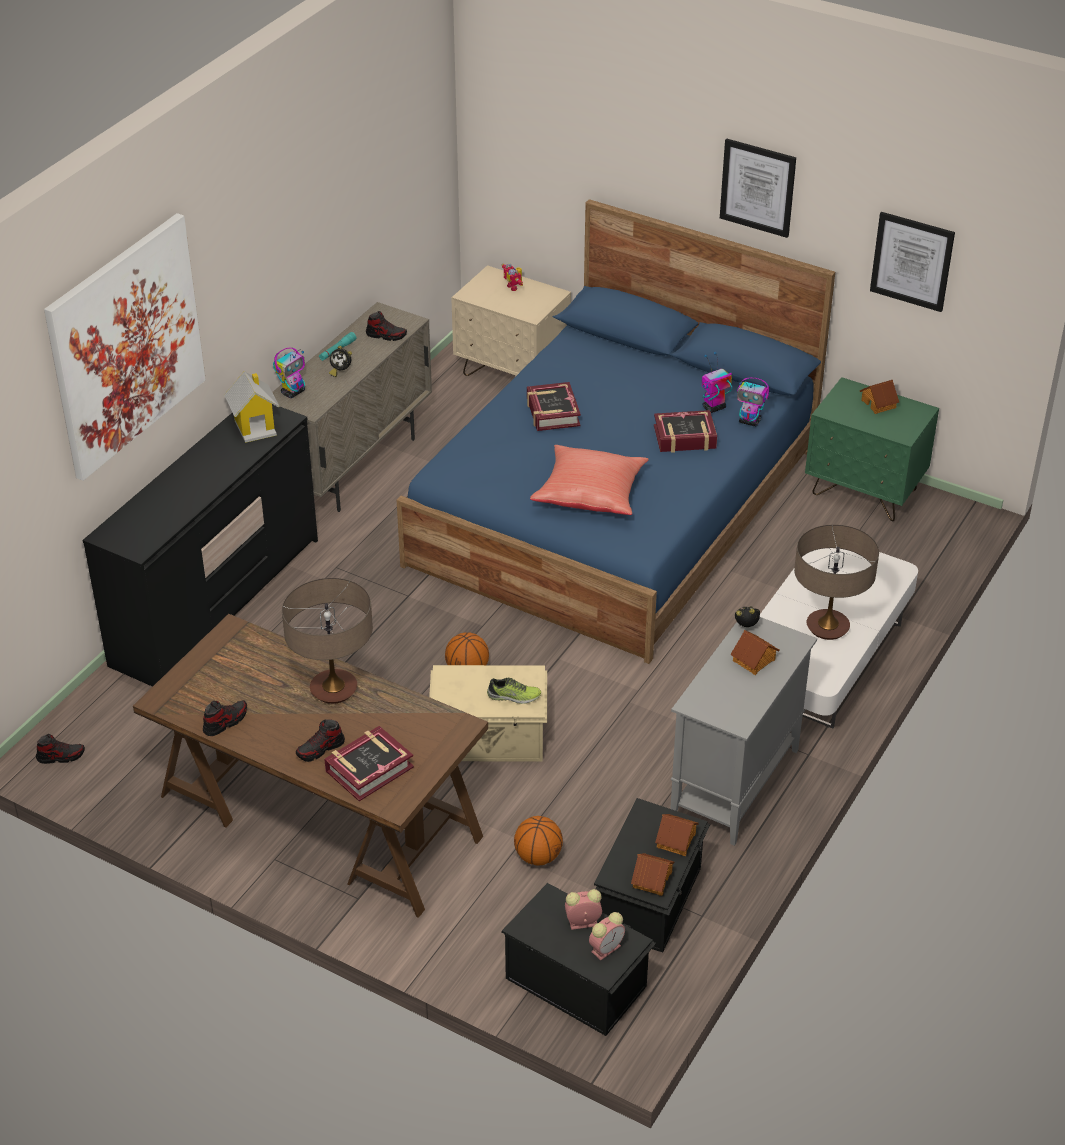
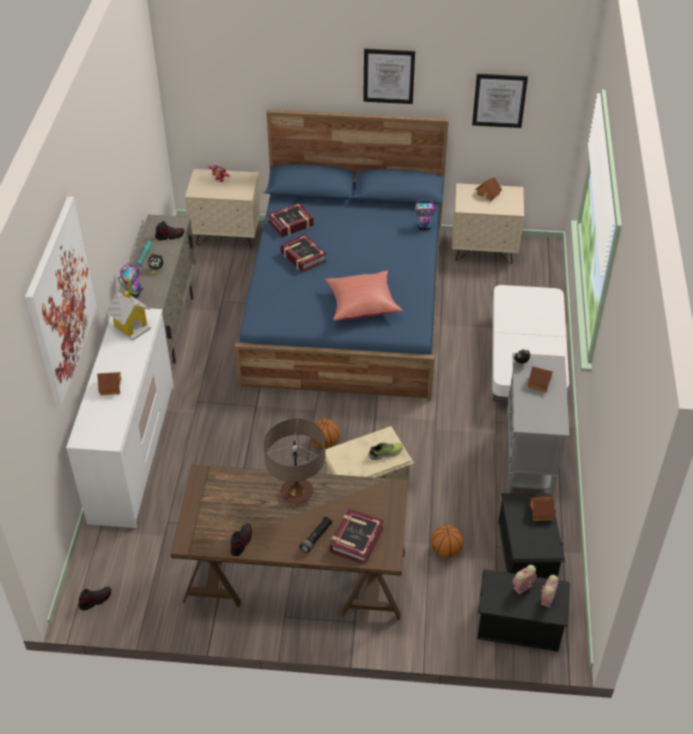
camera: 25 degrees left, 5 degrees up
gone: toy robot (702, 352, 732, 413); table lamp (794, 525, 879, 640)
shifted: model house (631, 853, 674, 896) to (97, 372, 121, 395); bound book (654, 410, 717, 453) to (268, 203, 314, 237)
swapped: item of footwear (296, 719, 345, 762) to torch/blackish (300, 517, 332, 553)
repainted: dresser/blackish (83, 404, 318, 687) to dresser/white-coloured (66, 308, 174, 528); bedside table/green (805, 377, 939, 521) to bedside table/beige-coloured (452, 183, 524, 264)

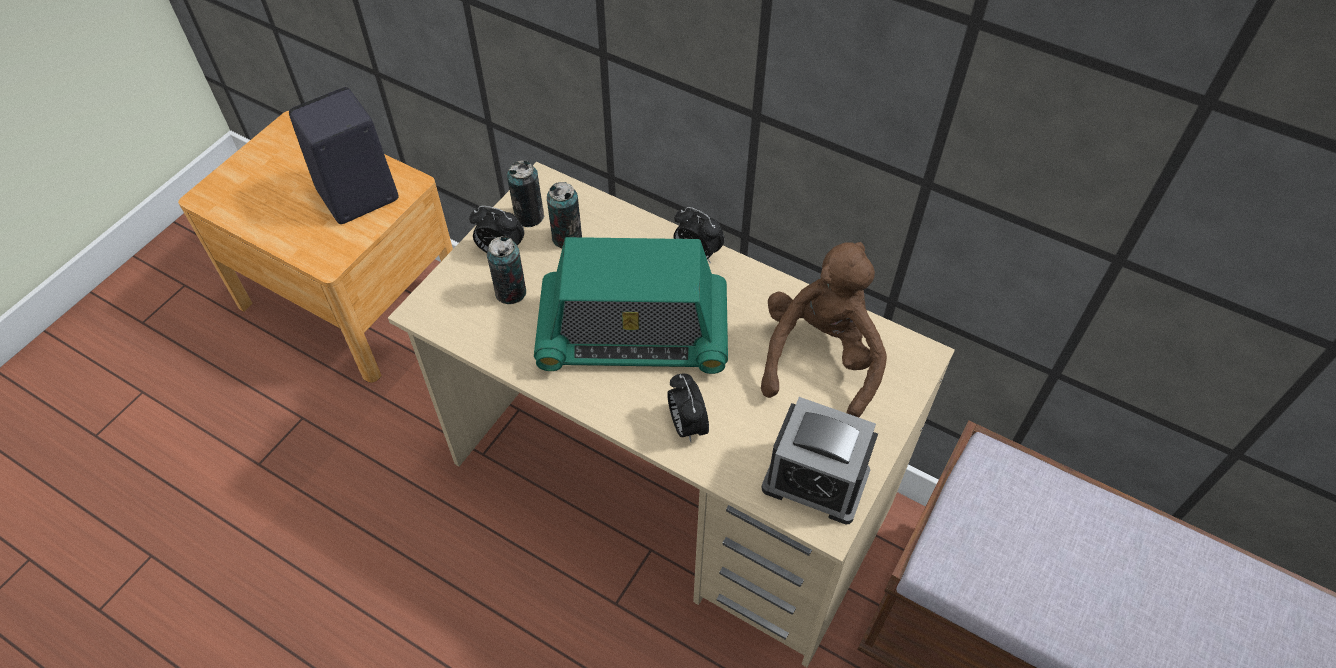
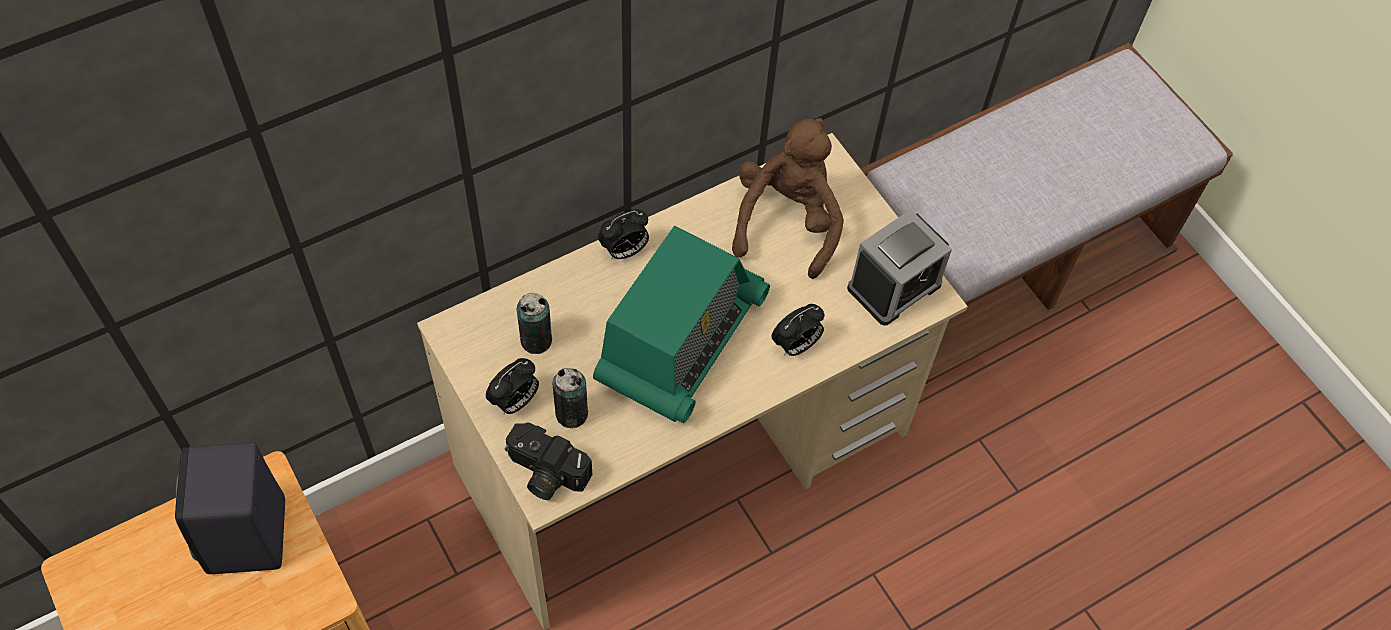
camera: 65 degrees left, 5 degrees up
gone: metal can (507, 160, 544, 227)
new: photo camera (505, 422, 592, 500)
rotated: bedside clock (667, 374, 709, 442) = (772, 304, 824, 356) 45 degrees counterclockwise; soft toy/brown (761, 242, 887, 417) = (732, 118, 844, 279) 60 degrees clockwise

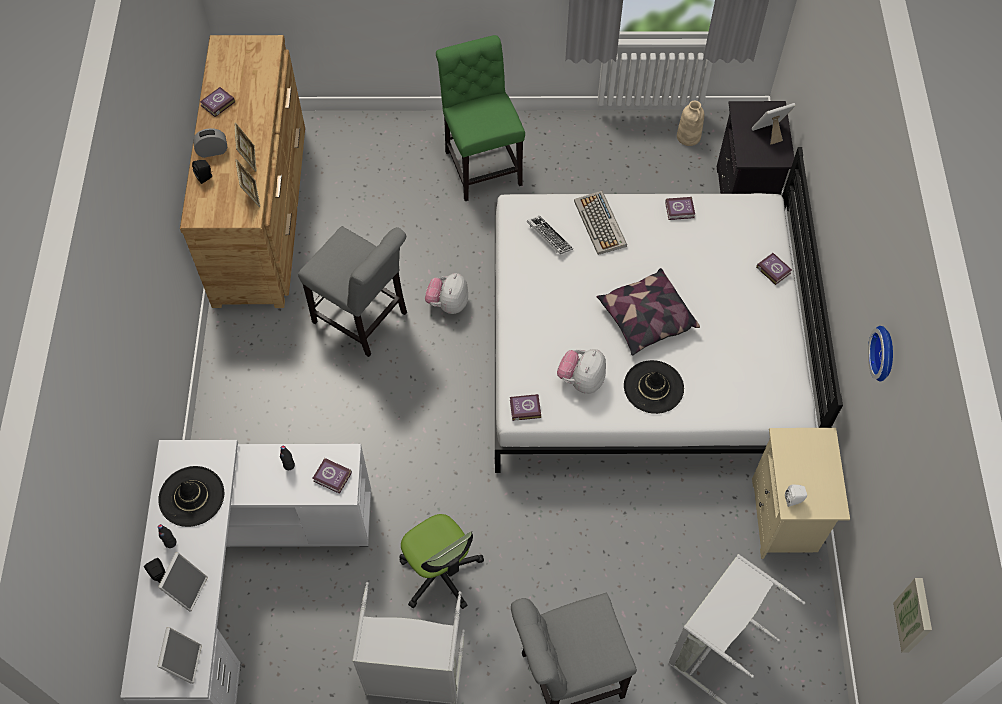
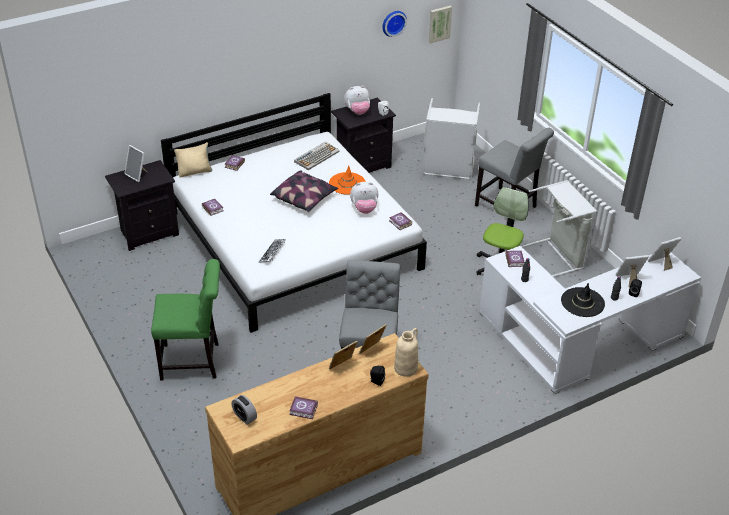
camera: 120 degrees left, 20 degrees down
new: throw pillow/beige-coloured (174, 142, 212, 178)
shifted: bedside clock (193, 128, 227, 158) to (231, 395, 257, 425); soft toy (425, 273, 468, 314) to (344, 86, 370, 115); computer keyboard (574, 191, 627, 255) to (294, 142, 340, 170); vase/beige-coloured (677, 101, 704, 146) to (394, 328, 418, 377); clock on the wall (868, 326, 893, 382) to (383, 11, 407, 37)
repainted: hat/blackish (624, 360, 684, 414) to hat/orange-coloured (329, 166, 366, 195); bedside table/beige-coloured (752, 428, 850, 559) to bedside table/blackish (331, 97, 396, 173)
rotated: chair/green (436, 35, 525, 201) = (151, 259, 220, 381) 135 degrees counterclockwise

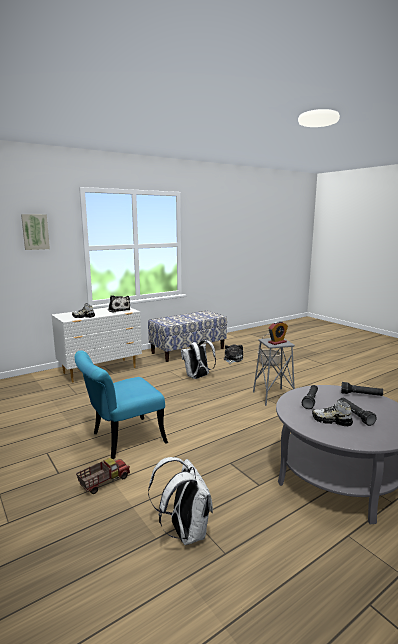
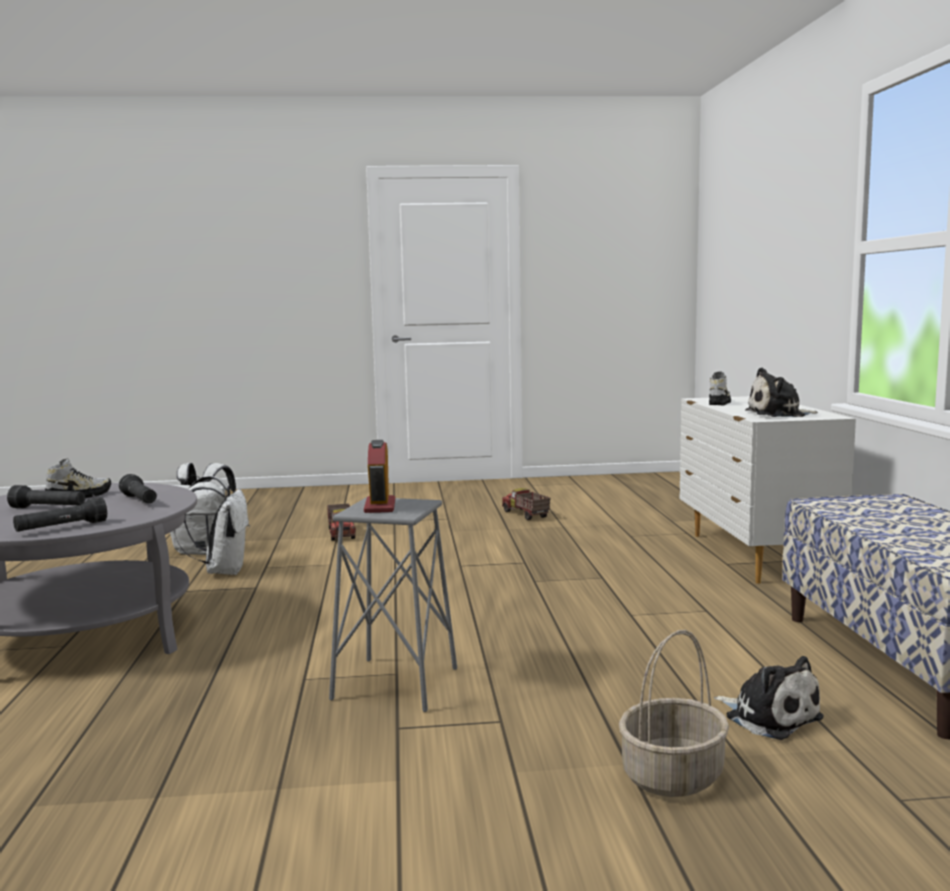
camera: 120 degrees right, 5 degrees down
gone: picture (21, 214, 50, 250); chair/turquoise-coloured (75, 350, 168, 459)
new: toy lorry (502, 488, 551, 520)
shifted: rucksack/white-coloured (181, 340, 216, 379) to (174, 476, 250, 575)

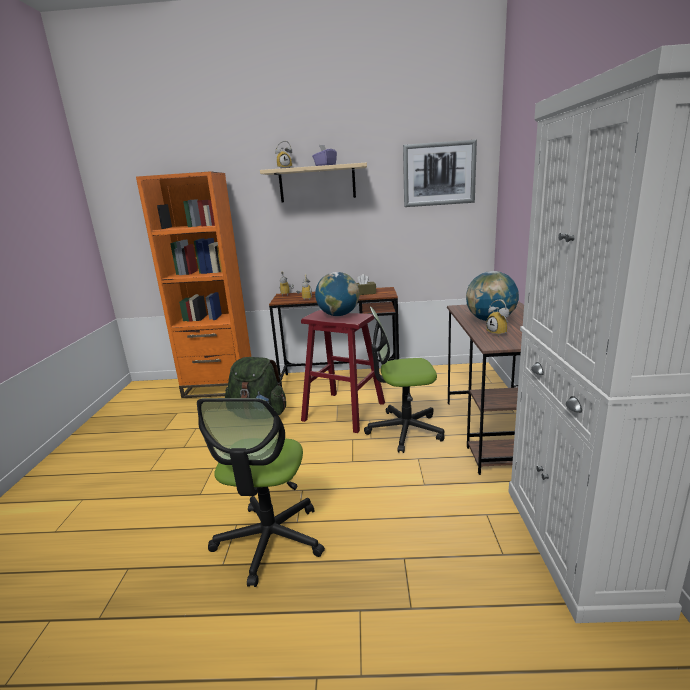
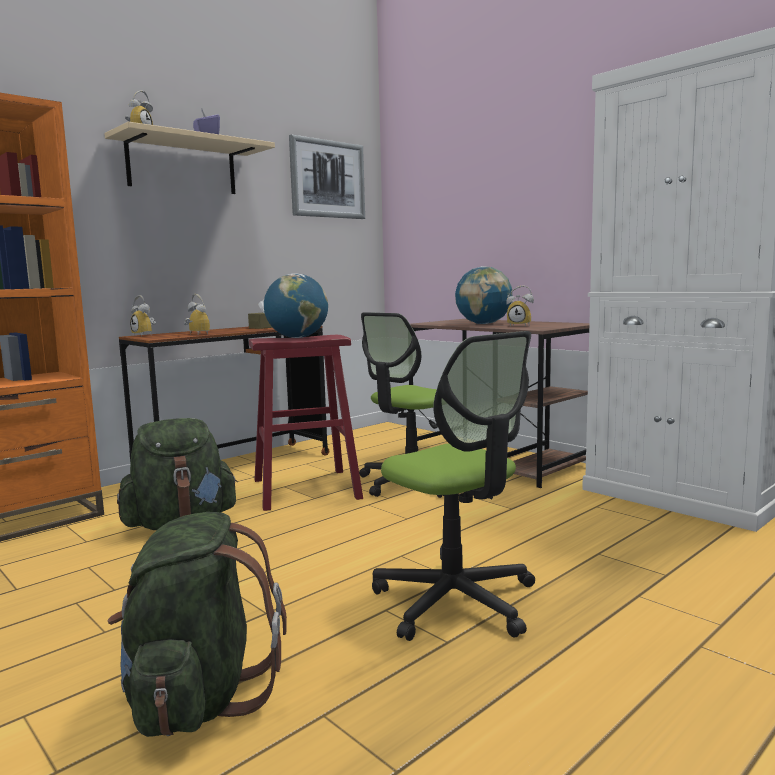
camera: 45 degrees left, 10 degrees down
new: rucksack/green (108, 512, 287, 737)

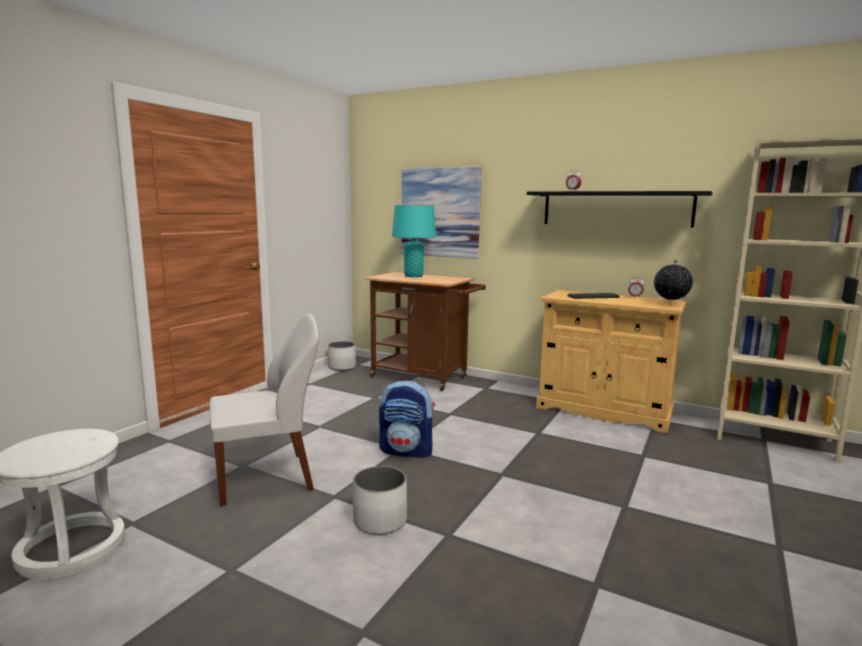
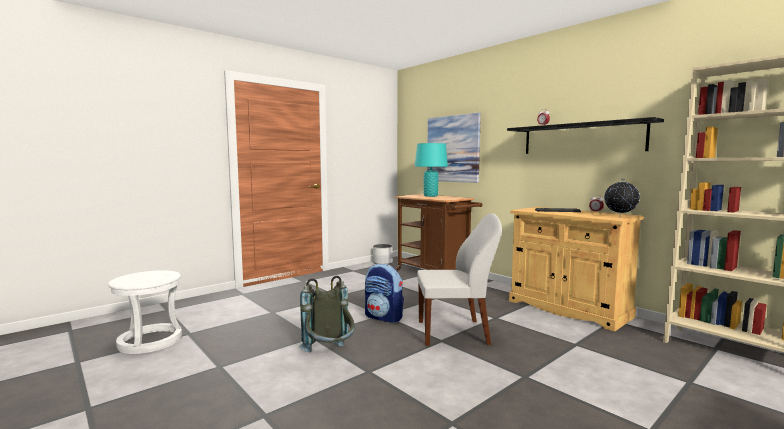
camera: 20 degrees right, 5 degrees down
shifted: chair/white-coloured (209, 314, 319, 506) to (417, 213, 502, 346)
swapped: plant pot/white-coloured (353, 466, 407, 535) to rucksack/greyish (299, 276, 355, 352)

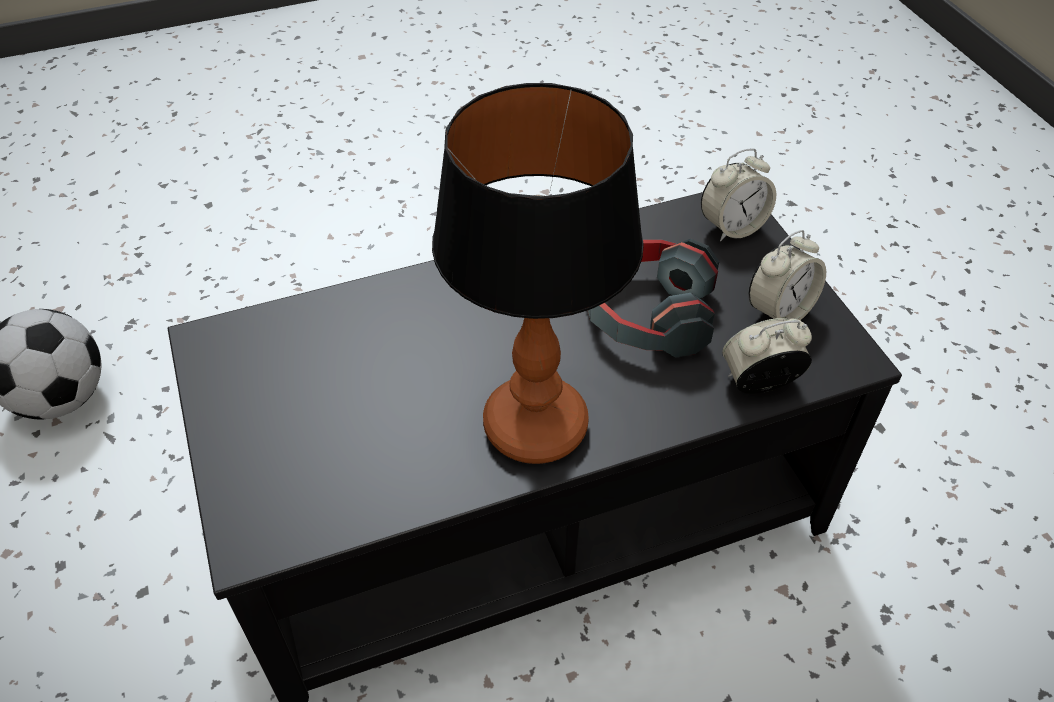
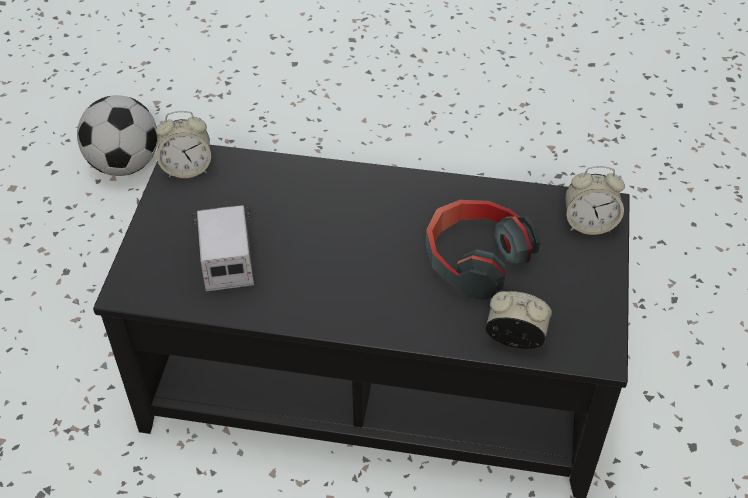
camera: 30 degrees right, 0 degrees up
gone: table lamp (432, 83, 644, 464)
new: toy lorry (192, 205, 254, 291)
shifted: bedside clock (748, 230, 826, 320) to (156, 111, 211, 178)

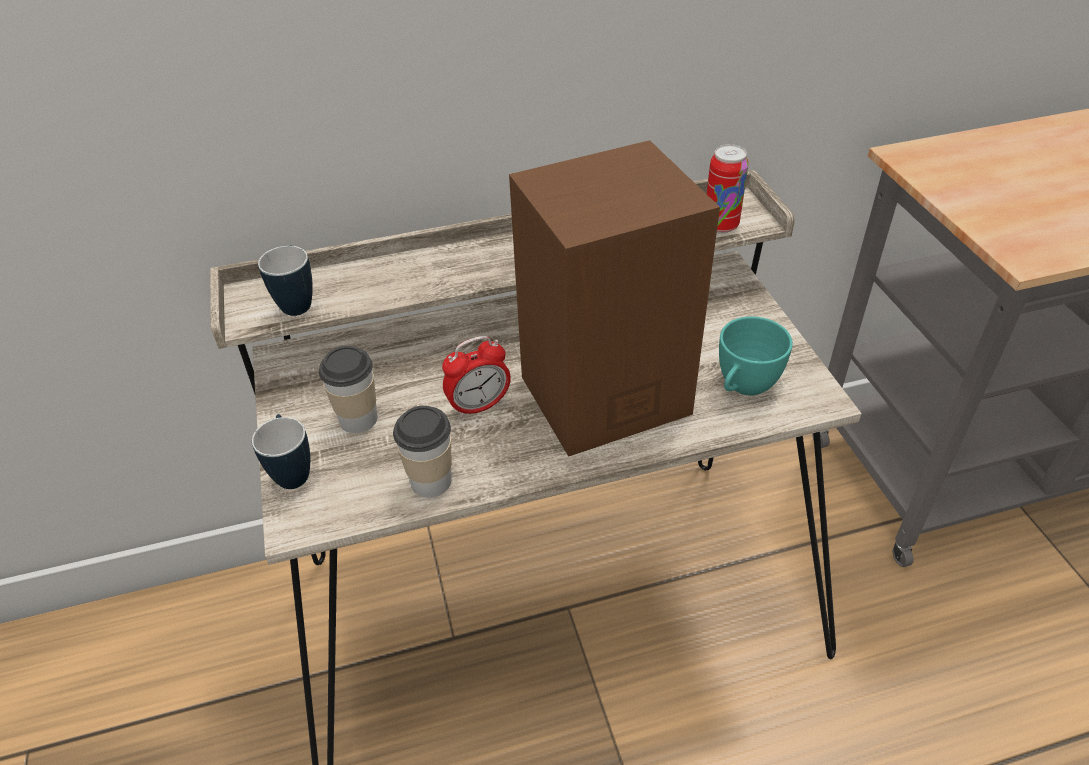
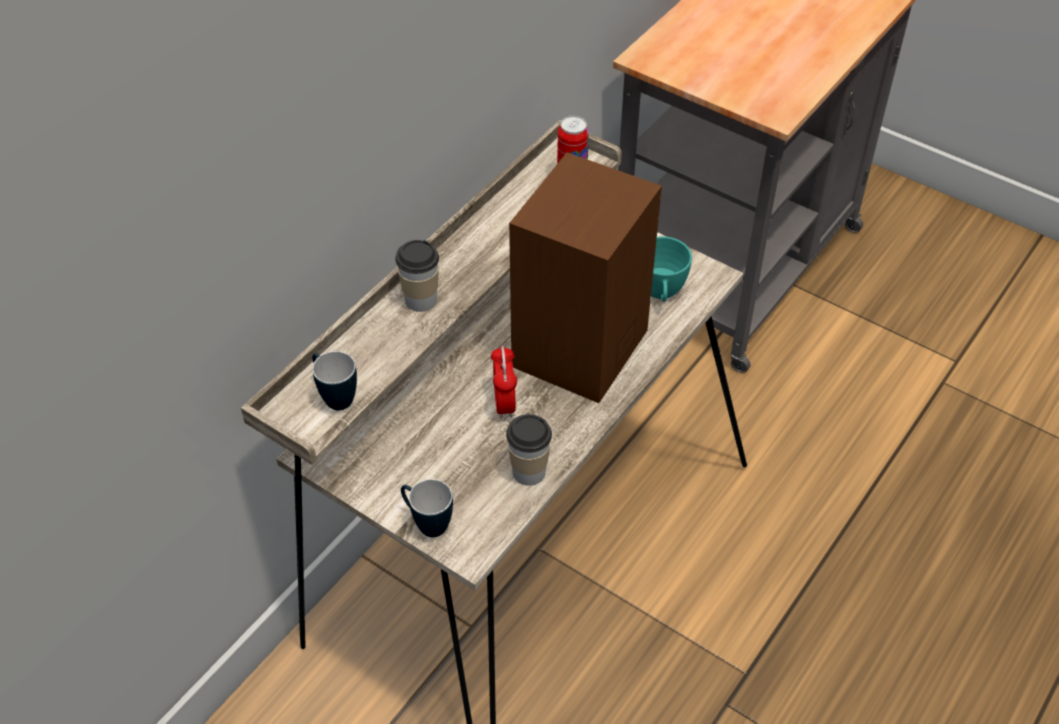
camera: 40 degrees left, 5 degrees up
shifted: small cup (319, 346, 378, 433) to (395, 240, 439, 312)
rotated: bedside clock (442, 336, 511, 418) = (491, 345, 517, 418) 150 degrees clockwise

